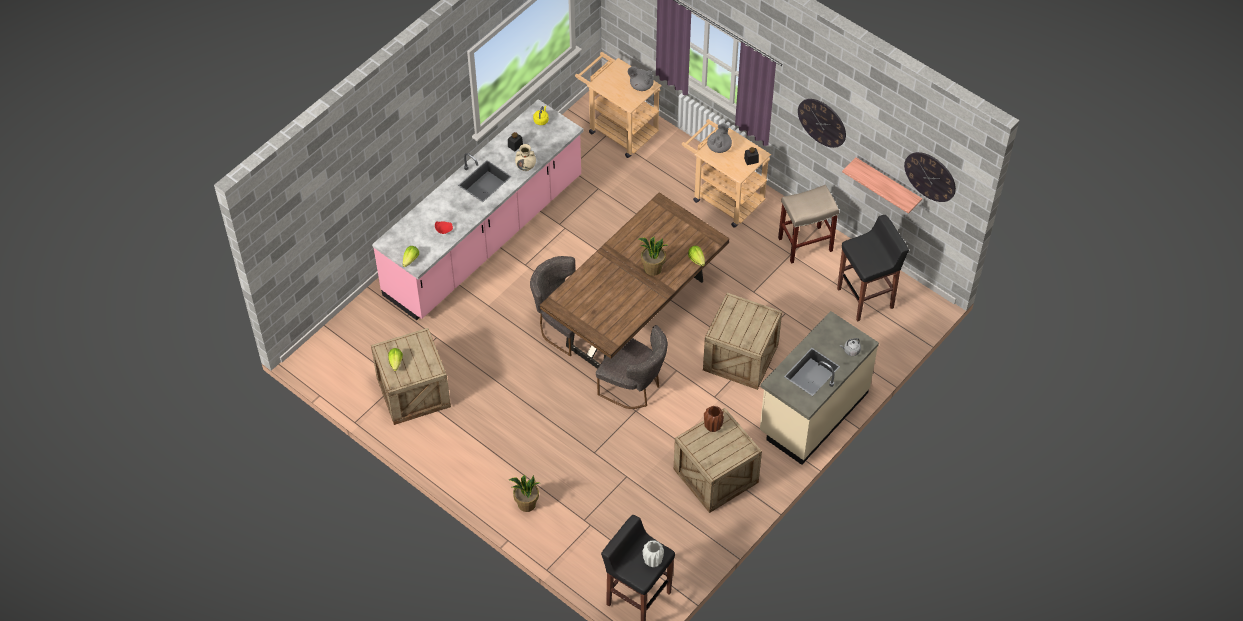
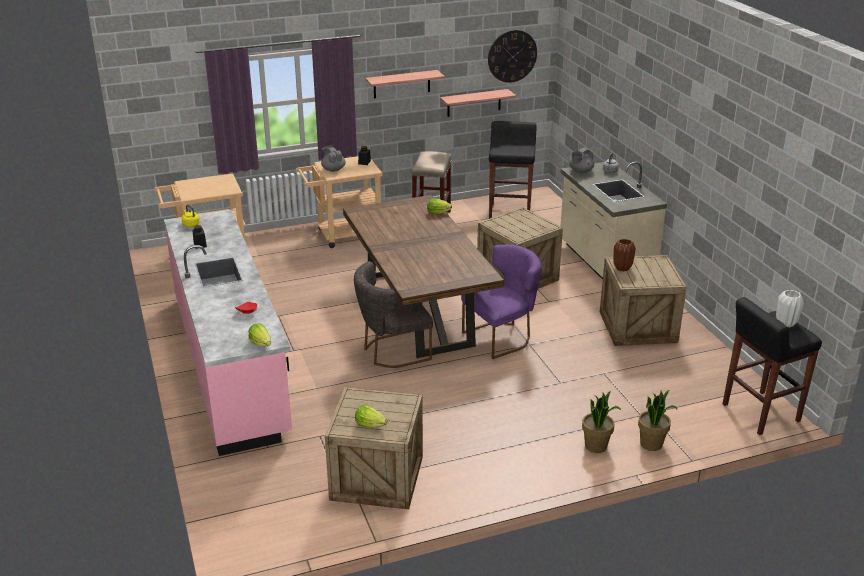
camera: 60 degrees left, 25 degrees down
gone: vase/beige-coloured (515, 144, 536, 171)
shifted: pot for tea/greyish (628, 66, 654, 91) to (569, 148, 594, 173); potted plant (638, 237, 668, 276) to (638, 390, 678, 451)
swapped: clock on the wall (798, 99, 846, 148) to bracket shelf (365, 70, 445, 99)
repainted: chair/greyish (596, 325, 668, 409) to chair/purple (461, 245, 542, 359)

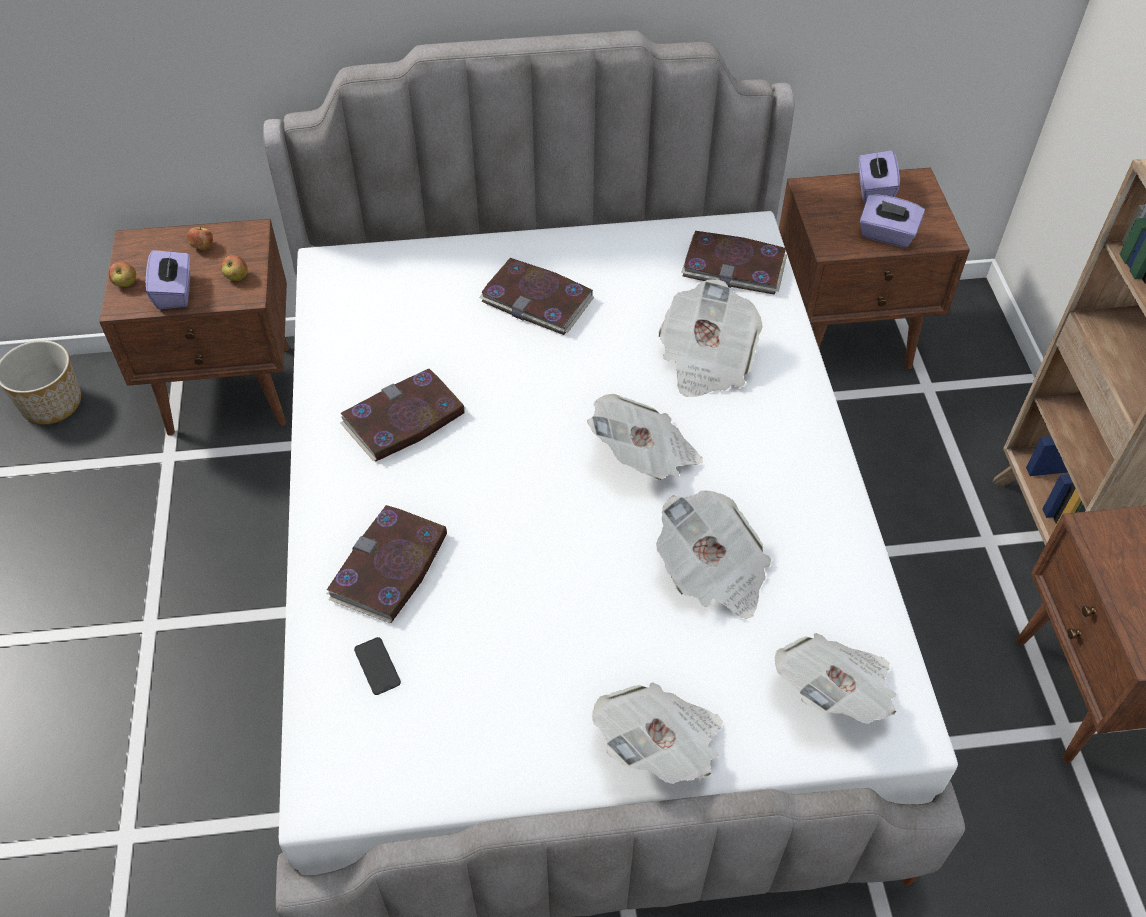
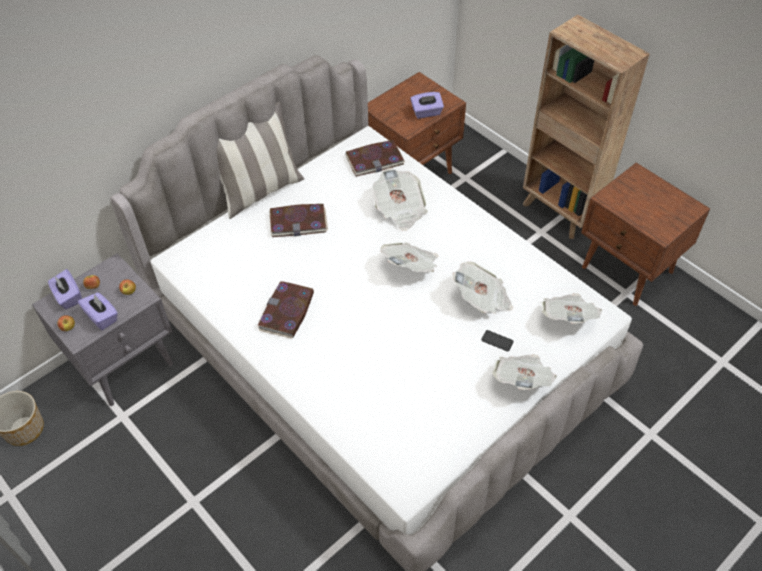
camera: 35 degrees left, 0 degrees up
gone: bound book (327, 505, 447, 623)
new: throw pillow (217, 102, 304, 219)
shifted: phone (354, 637, 401, 695) to (481, 330, 514, 351); tissue holder/purple (859, 148, 900, 203) to (48, 269, 82, 309)
repainted: bedside table/brown (99, 219, 289, 436) to bedside table/greyish (32, 253, 173, 406)

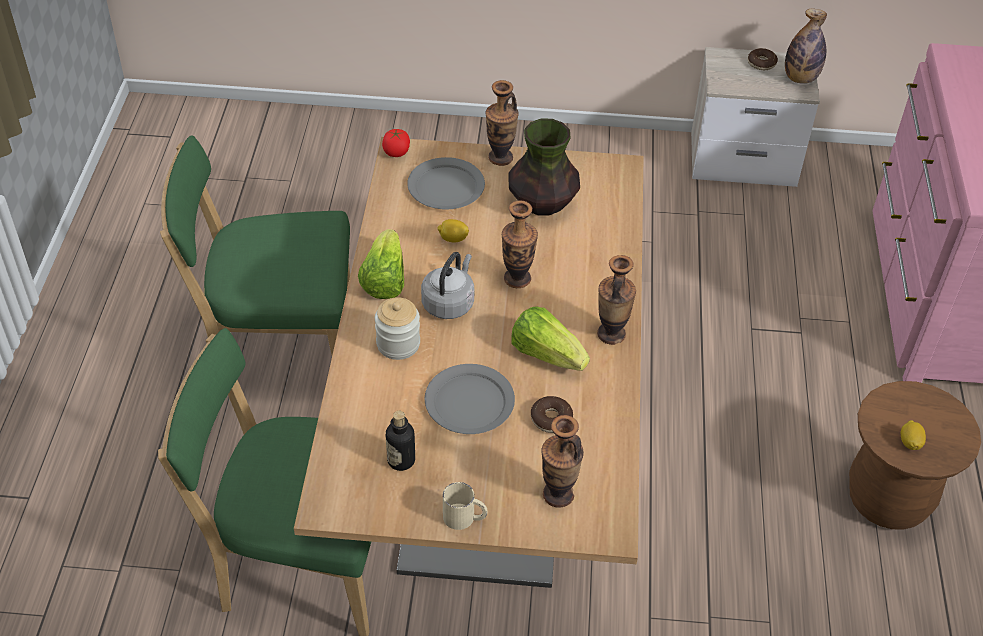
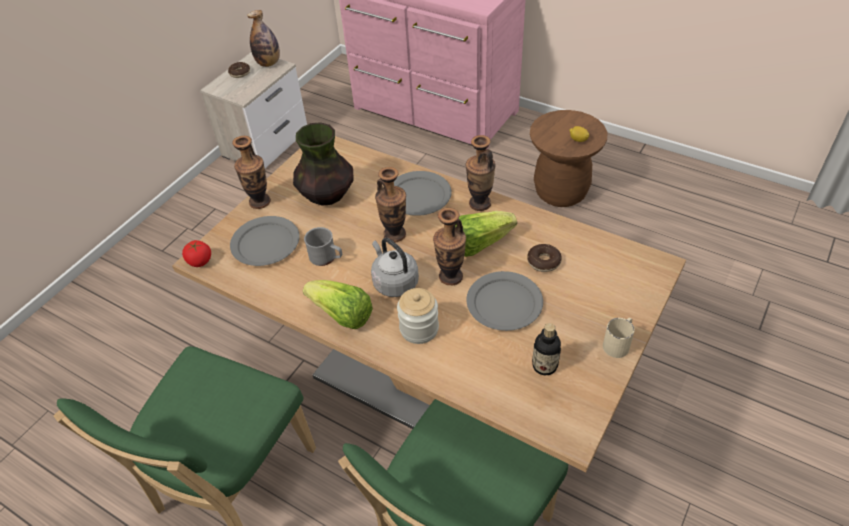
camera: 60 degrees left, 0 degrees up
new: plate/greyish (394, 171, 452, 216)
shifted: vase (541, 415, 584, 508) to (433, 208, 466, 285)
swapped: citrus fruit (437, 219, 469, 242) to tea mug/greyish (304, 227, 342, 266)

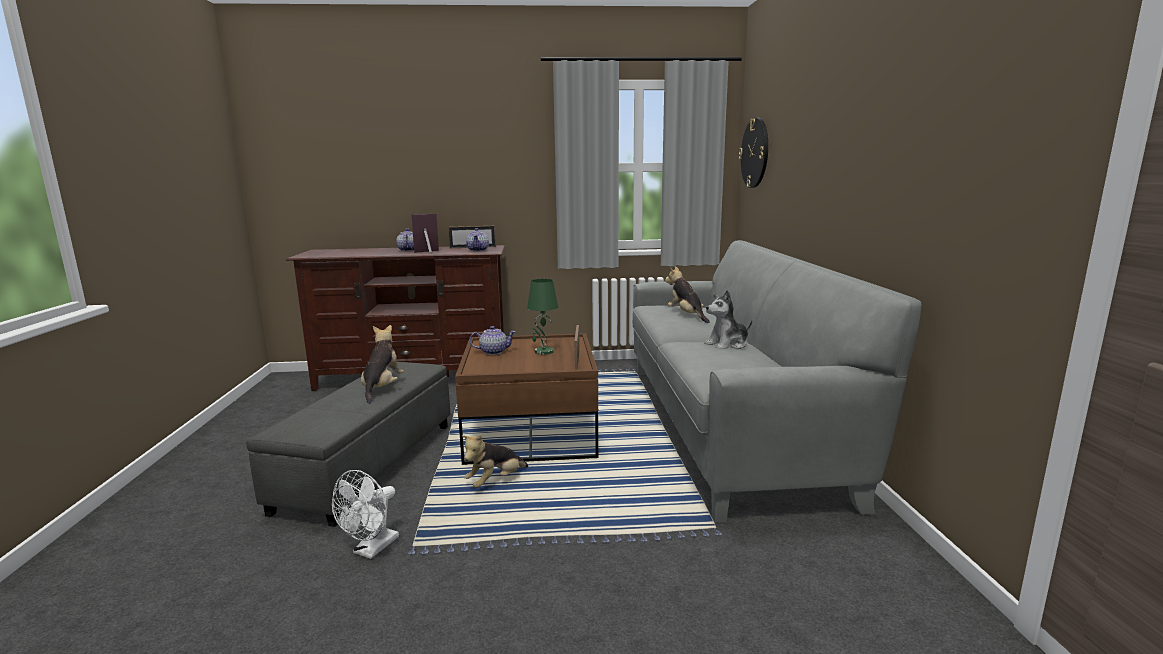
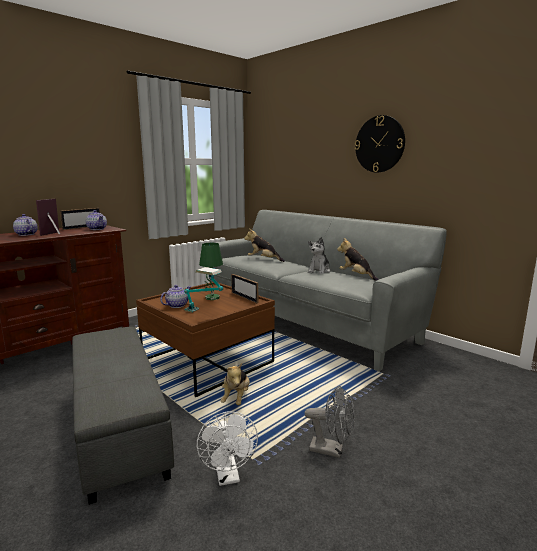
camera: 40 degrees left, 0 degrees up
new: table lamp (184, 267, 223, 313); electric fan/greyish (305, 386, 355, 458)
shifted: soft toy (361, 325, 404, 404) to (337, 238, 379, 281); clock on the wall (739, 118, 768, 188) to (355, 115, 405, 173)

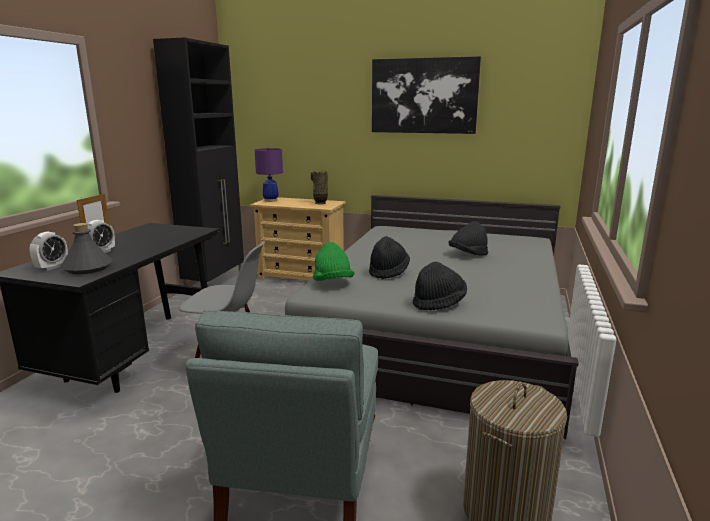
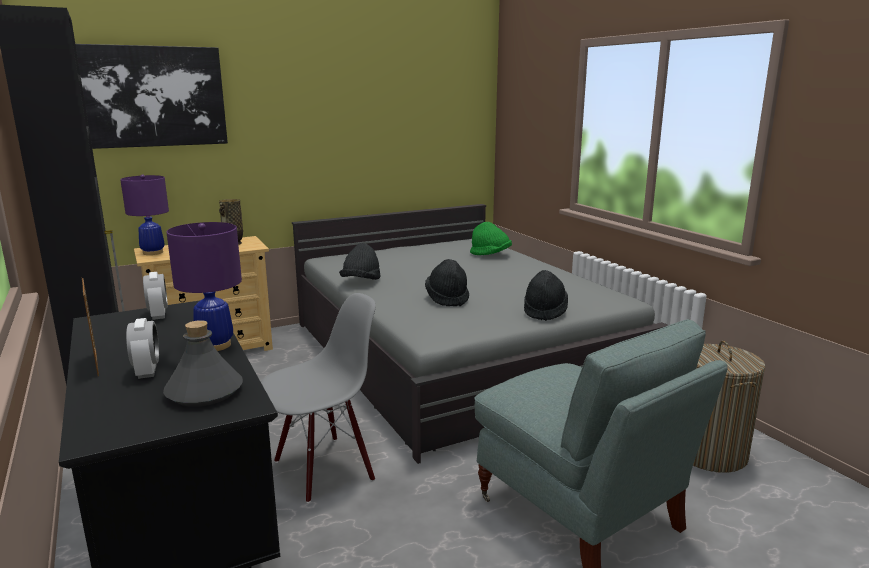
camera: 45 degrees left, 0 degrees up
new: table lamp/purple (166, 222, 242, 351)
shifted: bedside clock (29, 232, 68, 271) to (143, 272, 168, 320); hat/green (312, 242, 354, 281) to (470, 222, 512, 255); picture (372, 56, 481, 134) to (76, 44, 228, 149); hat/blackish (449, 221, 488, 255) to (339, 243, 381, 280)

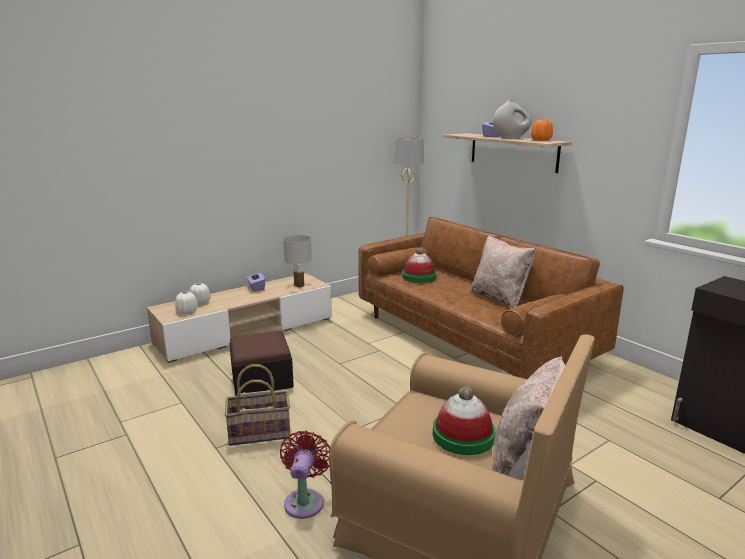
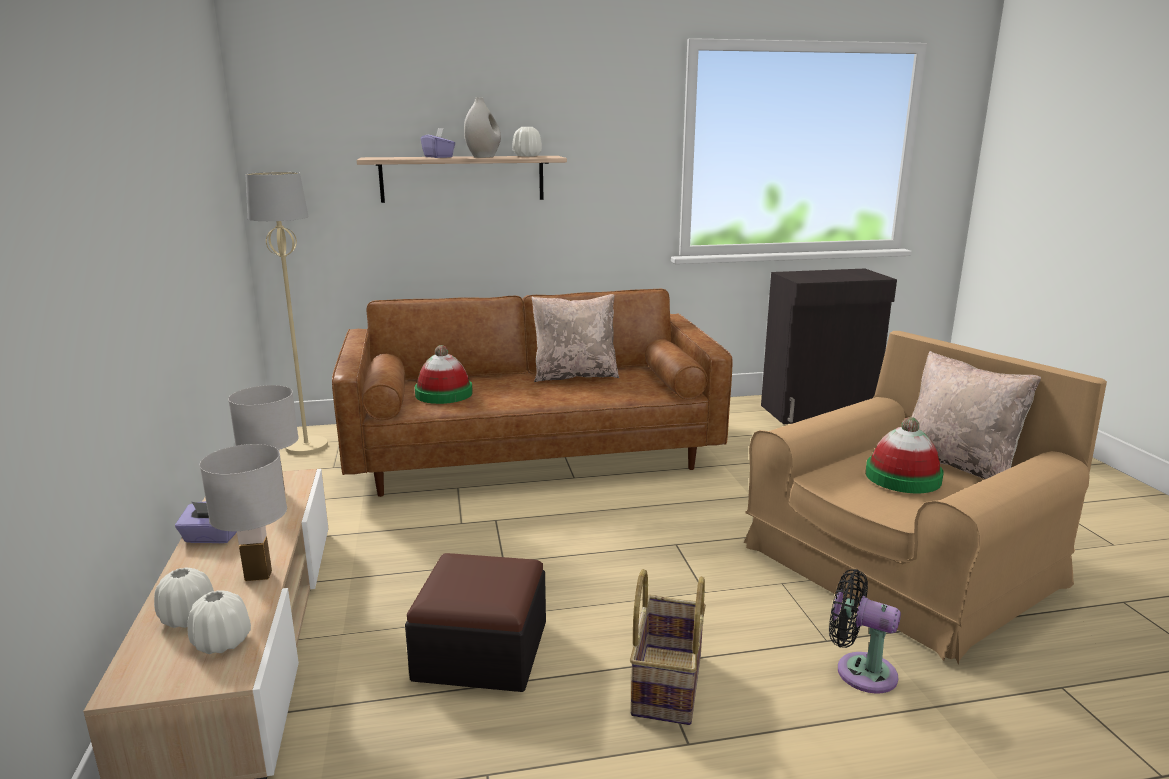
camera: 65 degrees left, 0 degrees up
new: table lamp/white-coloured (200, 444, 287, 581)
repainted: electric fan/red-coloured (280, 430, 330, 519) to electric fan/blackish (829, 569, 901, 694); vase/orange-coloured (531, 119, 553, 141) to vase/white-coloured (512, 127, 542, 157)

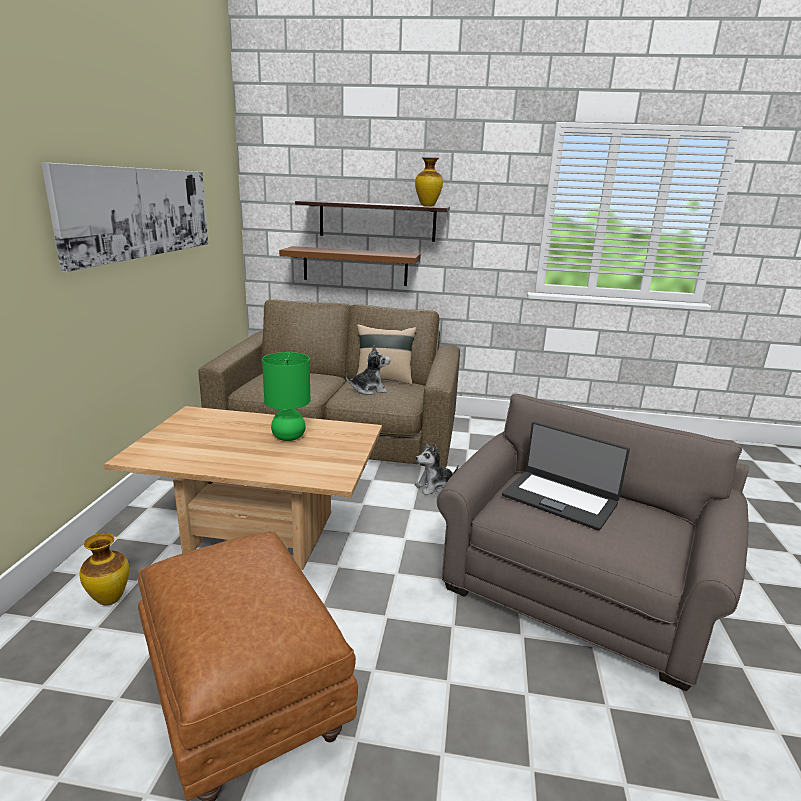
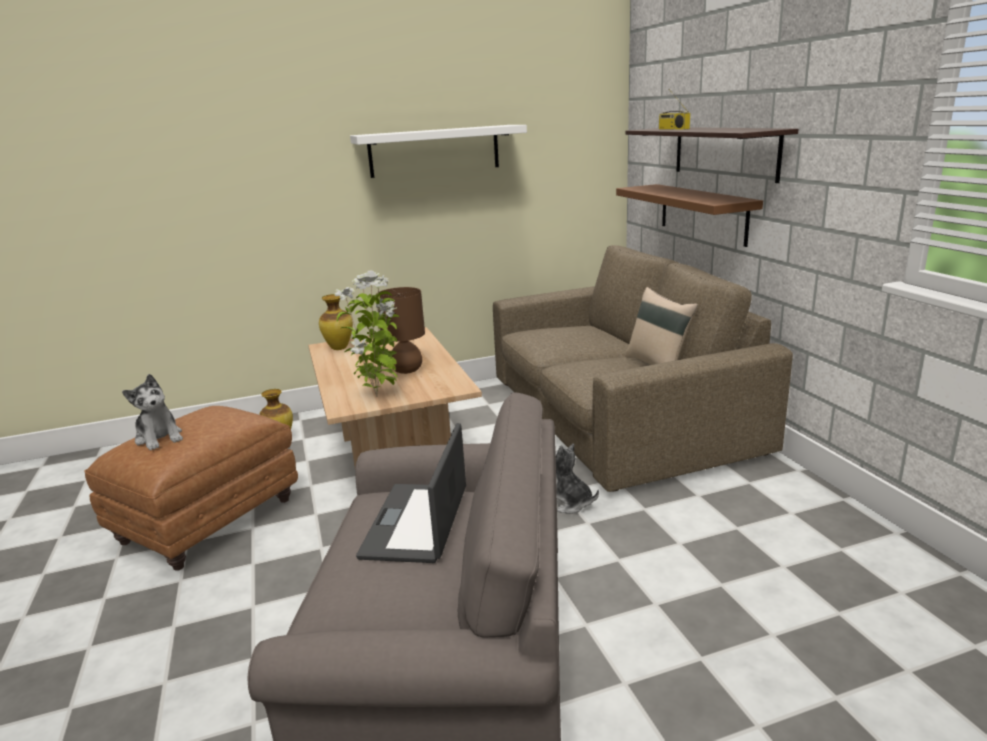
camera: 65 degrees right, 0 degrees up
new: potted plant (335, 271, 399, 397); radio set (659, 89, 690, 130)
shifted: soft toy (346, 345, 391, 395) to (122, 374, 183, 450); vase (415, 157, 443, 207) to (319, 294, 353, 350)
swapped: picture (41, 162, 208, 272) to bracket shelf/white-coloured (350, 125, 527, 178)
repainted: table lamp/green (262, 352, 310, 441) to table lamp/brown (379, 287, 425, 374)

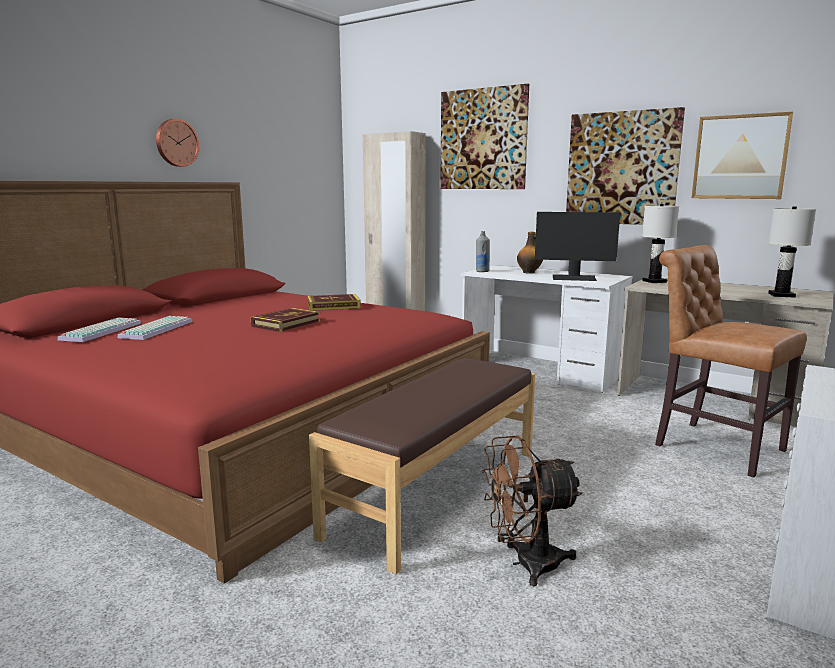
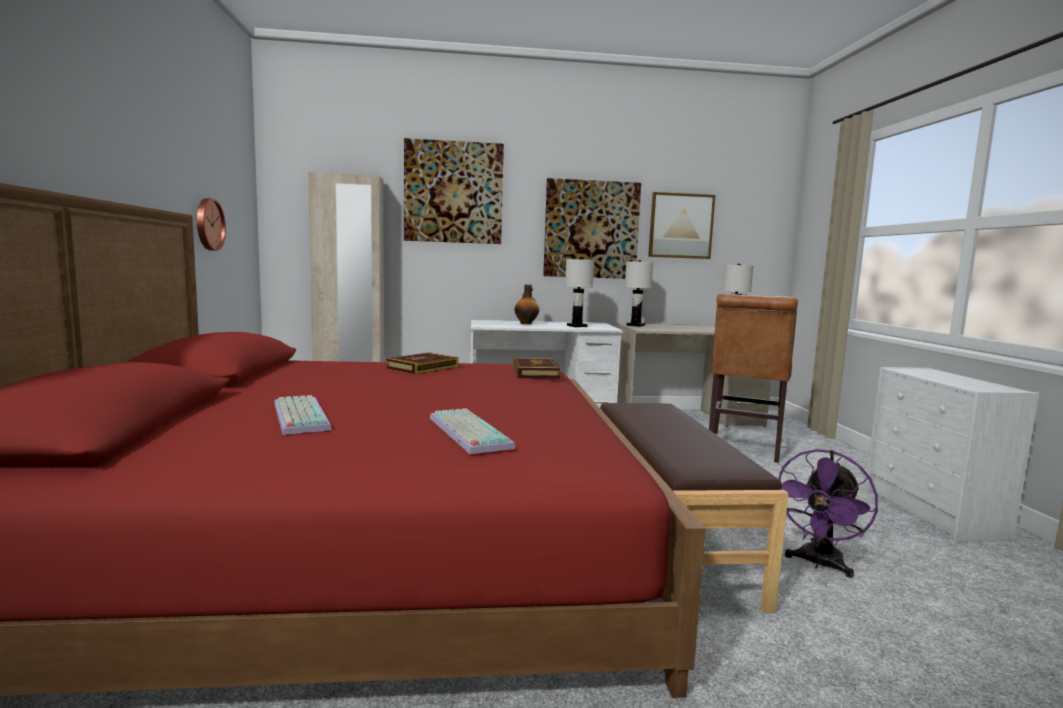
camera: 40 degrees left, 5 degrees down
gone: drink bottle/greyish (476, 231, 490, 272)
shifted: computer keyboard (58, 318, 141, 342) to (430, 408, 516, 454); clock on the wall (156, 119, 199, 167) to (197, 198, 226, 251); bound book (251, 308, 321, 332) to (513, 358, 561, 379)
swapped: monitor (535, 212, 620, 281) to table lamp/white-coloured (565, 258, 594, 327)
repainted: electric fan/brown (482, 435, 583, 586) to electric fan/purple (778, 449, 878, 578)
rotated: chair/brown (655, 245, 807, 477) = (709, 294, 798, 463) 75 degrees counterclockwise

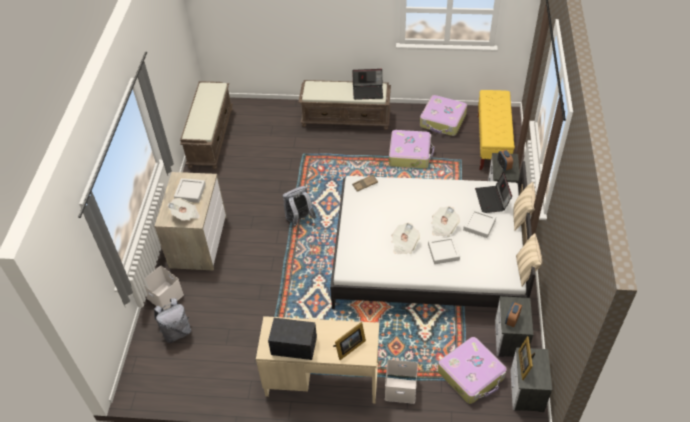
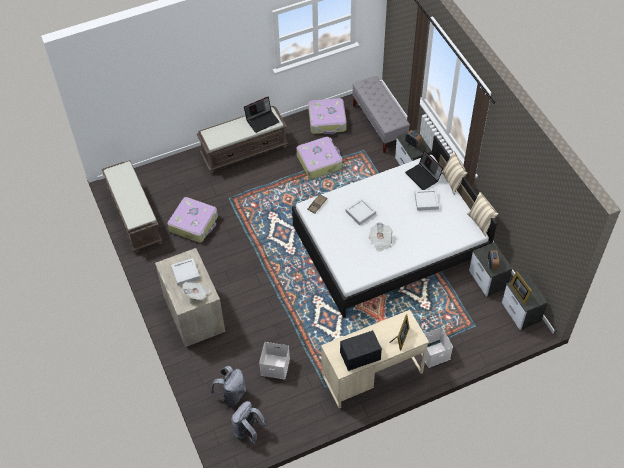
camera: 30 degrees left, 5 degrees up
gone: printed paper (431, 206, 460, 237)
shifted: storage container/white-coloured (144, 266, 184, 310) to (259, 342, 290, 380); rucksack/greyish (283, 186, 316, 227) to (231, 401, 268, 444); tray/greyish (428, 237, 460, 264) to (346, 198, 376, 225); piece of luggage (438, 337, 507, 404) to (168, 197, 218, 243)
repainted: bench/yellow-coloured (478, 90, 515, 170) to bench/greyish (352, 76, 410, 153)

